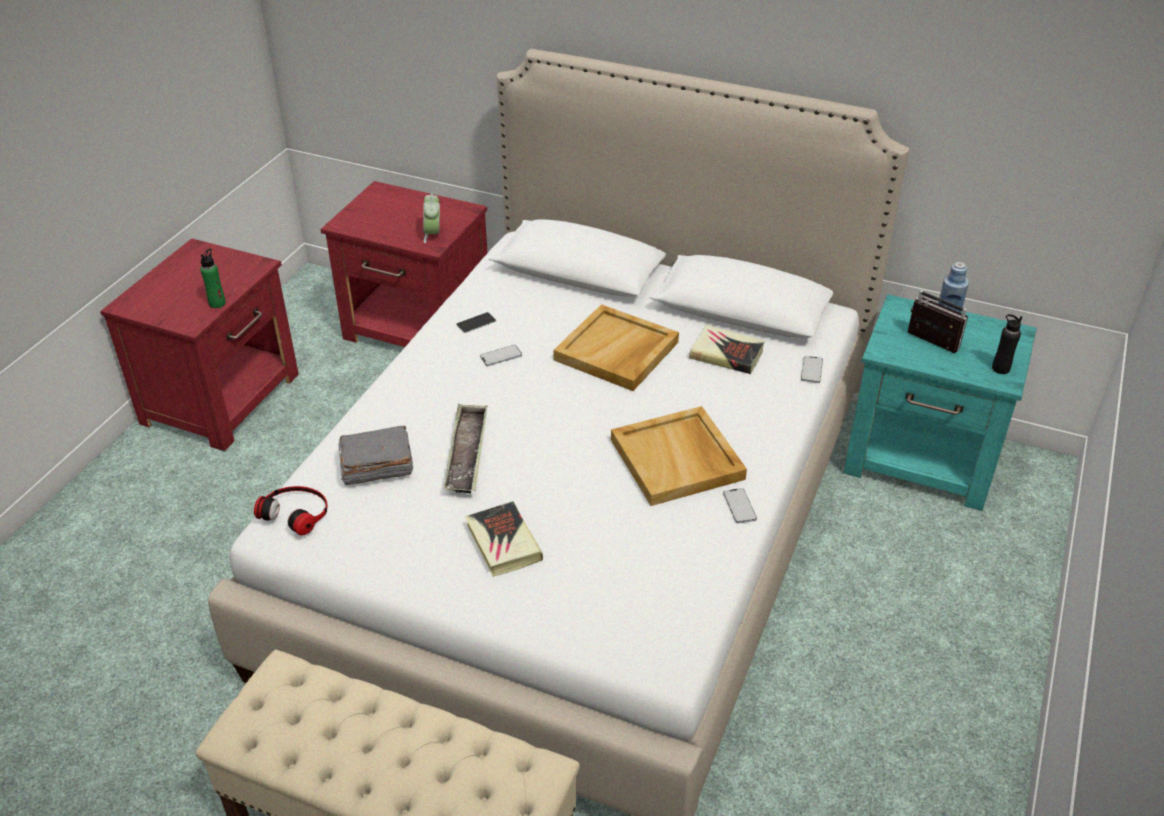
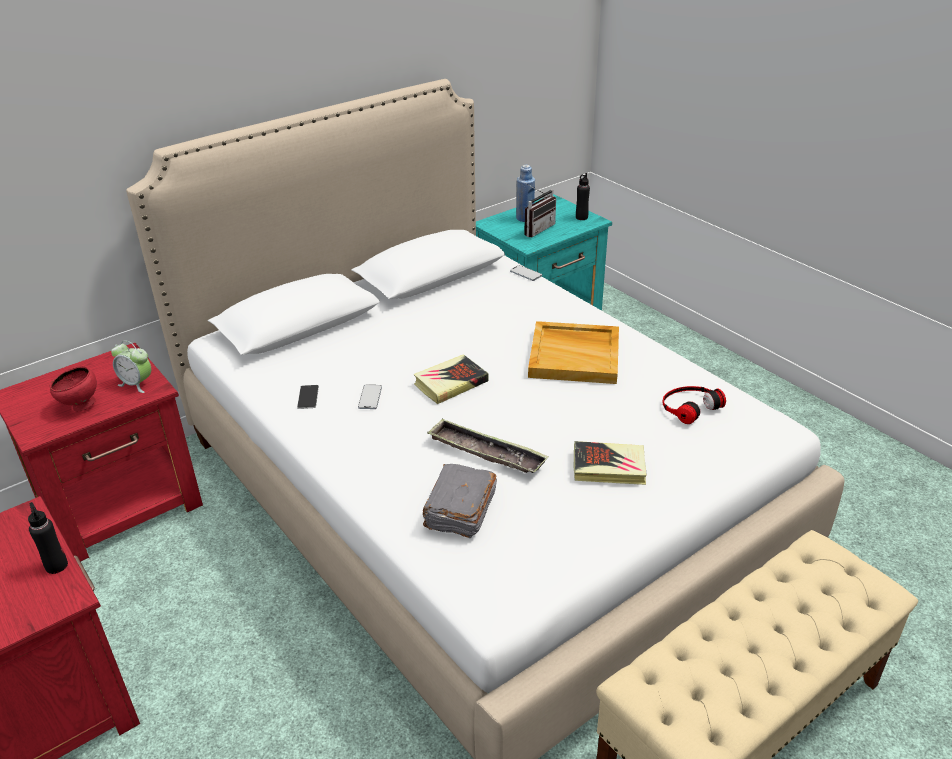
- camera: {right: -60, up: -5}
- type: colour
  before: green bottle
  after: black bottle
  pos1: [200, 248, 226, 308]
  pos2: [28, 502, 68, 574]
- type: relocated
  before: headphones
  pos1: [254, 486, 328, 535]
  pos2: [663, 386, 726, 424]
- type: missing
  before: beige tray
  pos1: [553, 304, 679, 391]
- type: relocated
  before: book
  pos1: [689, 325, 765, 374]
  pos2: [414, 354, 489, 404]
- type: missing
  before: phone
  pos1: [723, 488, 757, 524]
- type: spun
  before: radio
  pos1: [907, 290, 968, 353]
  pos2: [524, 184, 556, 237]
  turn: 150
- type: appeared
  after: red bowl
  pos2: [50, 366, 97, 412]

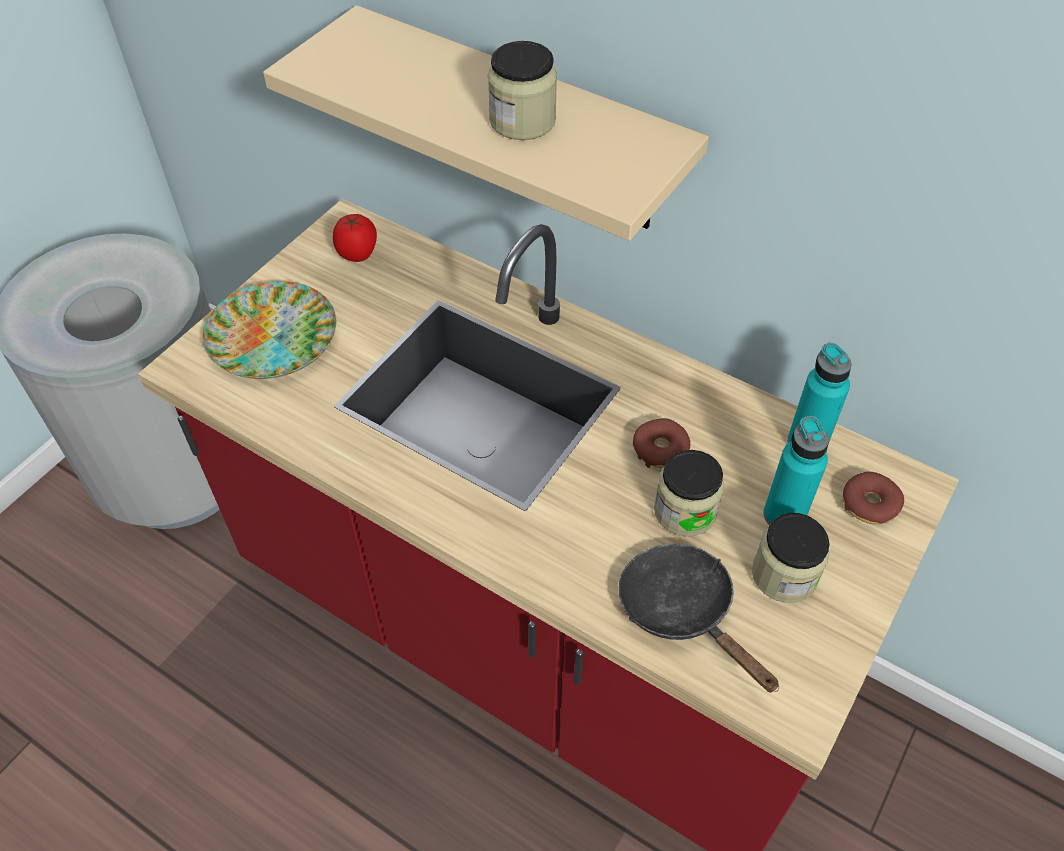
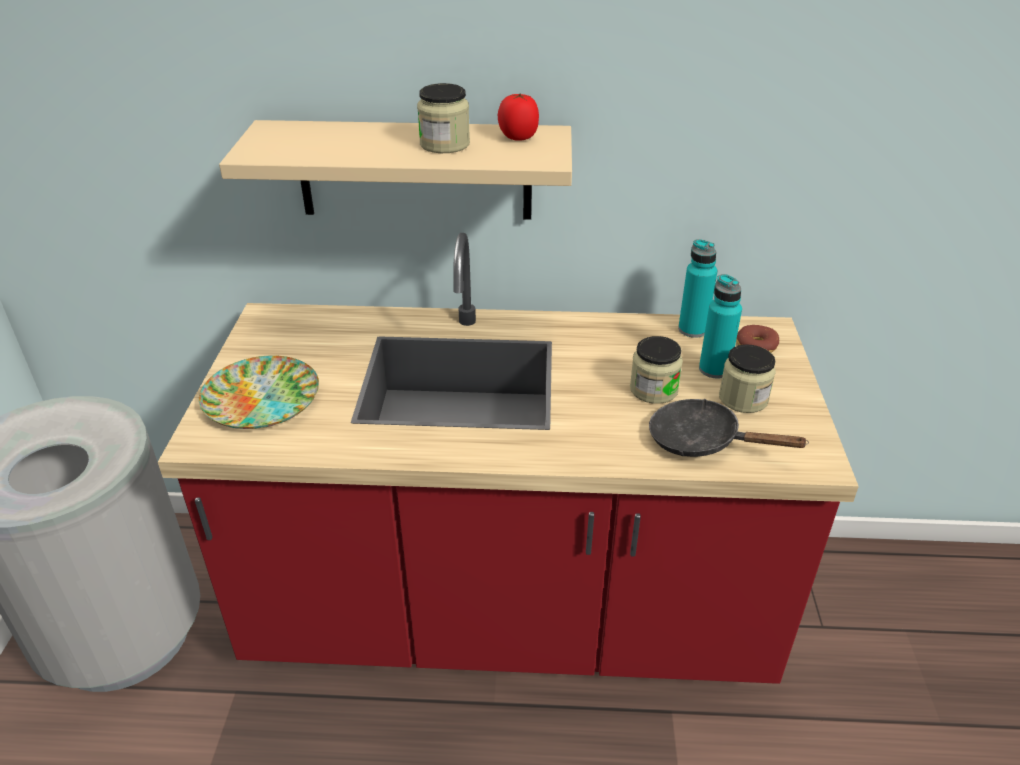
- camera: {right: -30, up: -15}
- type: relocated
  before: tomato
  pos1: [333, 214, 377, 262]
  pos2: [498, 94, 539, 141]
- type: missing
  before: donut
  pos1: [633, 418, 690, 468]

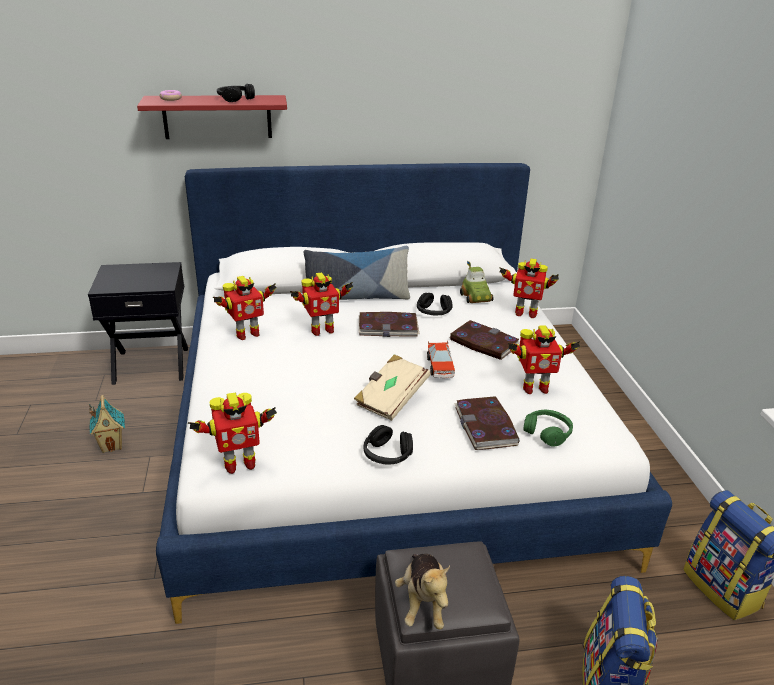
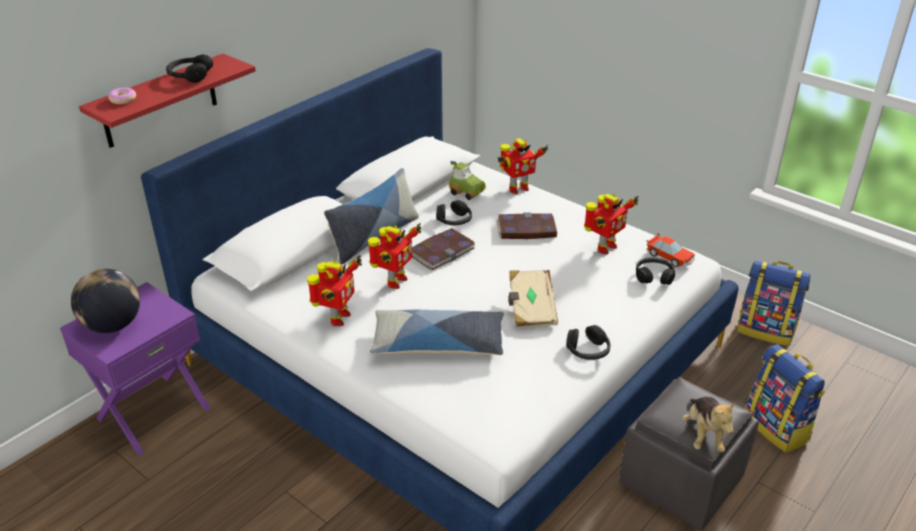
- camera: {right: -40, up: 5}
- type: colour
  before: black nightstand
  after: purple nightstand
  pos1: [88, 262, 188, 385]
  pos2: [60, 282, 211, 456]
- type: missing
  before: toy house
  pos1: [89, 395, 125, 453]
- type: missing
  before: toy robot
  pos1: [188, 393, 277, 474]
- type: spun
  before: plush toy
  pos1: [395, 554, 450, 629]
  pos2: [682, 396, 736, 452]
  turn: 45
- type: relocated
  before: toy car
  pos1: [427, 341, 455, 378]
  pos2: [647, 233, 695, 268]
- type: missing
  before: book
  pos1: [454, 396, 520, 450]
- type: colour
  before: green headphones
  after: black headphones
  pos1: [524, 410, 573, 447]
  pos2: [636, 257, 675, 285]
- type: appeared
  after: globe
  pos2: [71, 269, 140, 333]
- type: appeared
  after: pillow
  pos2: [370, 310, 504, 355]

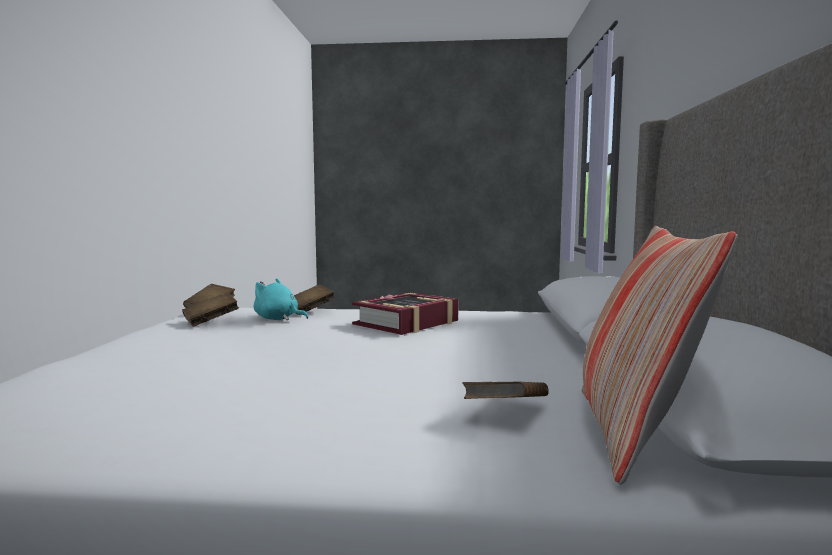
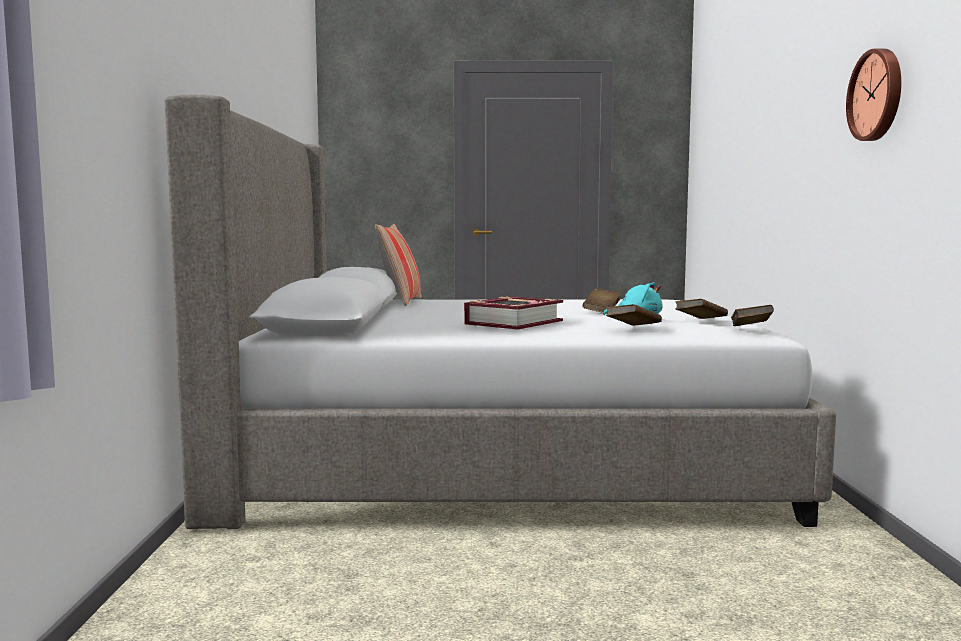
- camera: {right: 175, up: 0}
- type: relocated
  before: brown book
  pos1: [462, 381, 549, 399]
  pos2: [583, 288, 621, 314]
- type: appeared
  after: wall clock
  pos2: [846, 49, 901, 141]

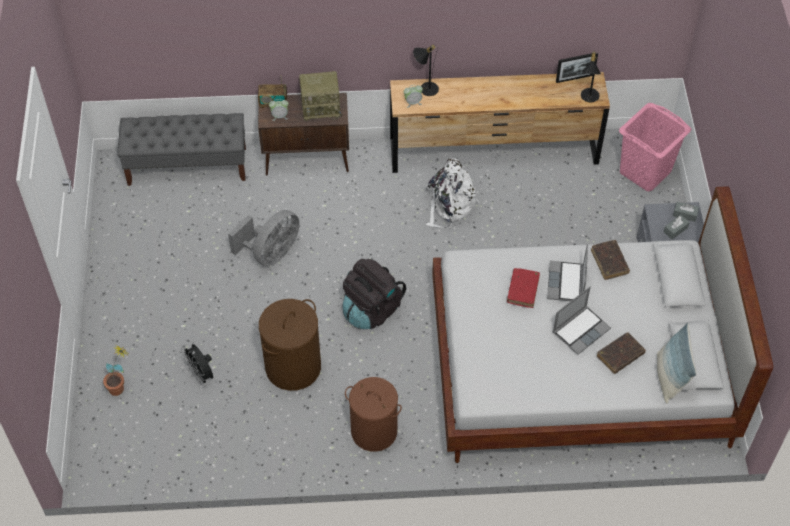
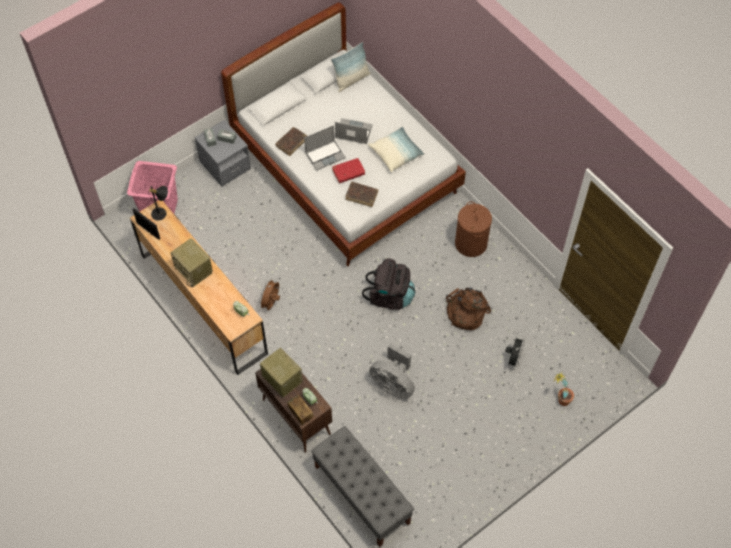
- camera: {right: -125, up: 5}
- type: spun
  before: grey fan
  pos1: [228, 210, 300, 266]
  pos2: [369, 343, 415, 399]
  turn: -150
- type: exchanged
  before: brown laundry basket
  after: brown backpack
  pos1: [259, 299, 321, 391]
  pos2: [446, 288, 491, 330]
- type: missing
  before: black table lamp
  pos1: [413, 45, 439, 96]
- type: exchanged
  before: white backpack
  after: brown fan
  pos1: [426, 158, 479, 228]
  pos2: [259, 278, 280, 310]
- type: relocated
  before: brown book
  pos1: [597, 332, 646, 374]
  pos2: [346, 182, 378, 207]
- type: appeared
  after: radio
  pos2: [170, 238, 213, 287]
- type: appeared
  after: pillow
  pos2: [368, 127, 424, 172]

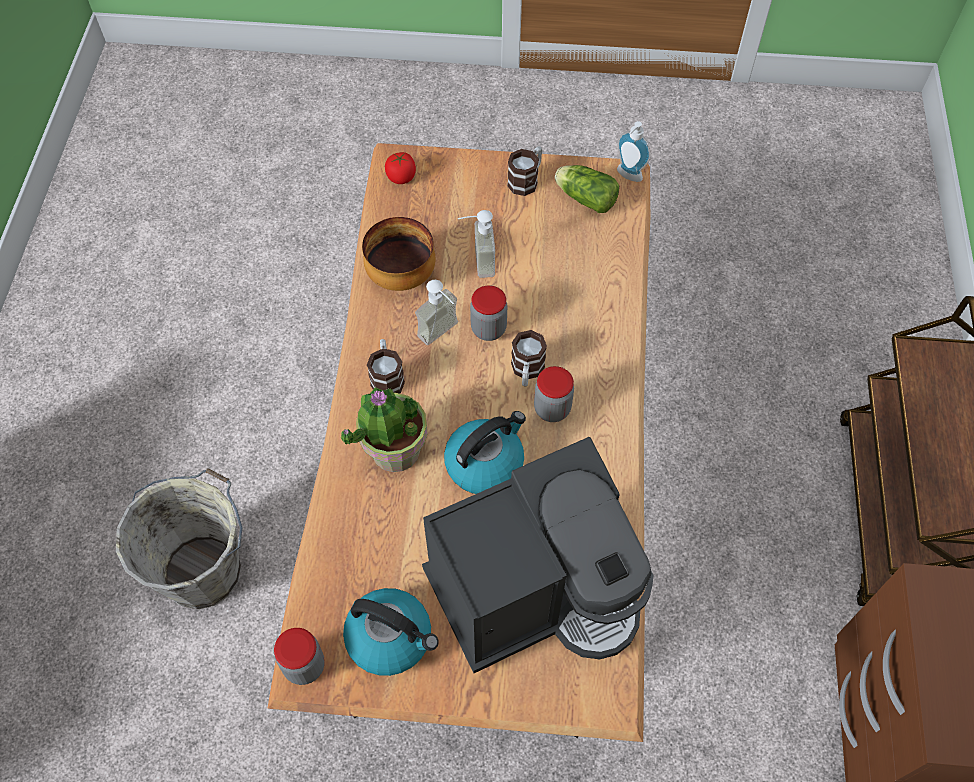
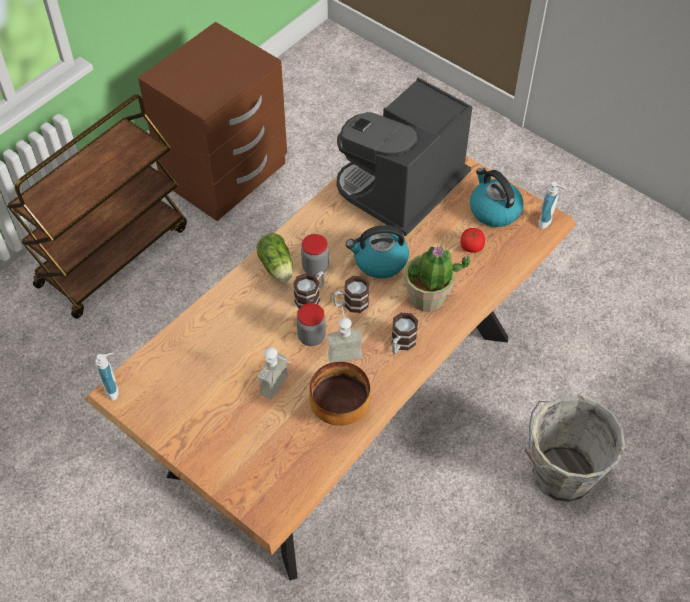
- camera: {right: -145, up: -5}
- type: exchanged
  before: jar
  after: soap dispenser
  pos1: [274, 628, 325, 685]
  pos2: [538, 182, 566, 229]
- type: relocated
  before: tomato
  pos1: [385, 152, 416, 184]
  pos2: [461, 228, 485, 253]
- type: spun
  before: coffee machine
  pos1: [422, 437, 654, 673]
  pos2: [337, 77, 472, 236]
  turn: -60
- type: relocated
  before: mug
  pos1: [507, 146, 542, 196]
  pos2: [333, 276, 369, 313]
- type: relocated
  before: lettuce
  pos1: [555, 165, 619, 213]
  pos2: [257, 233, 293, 283]

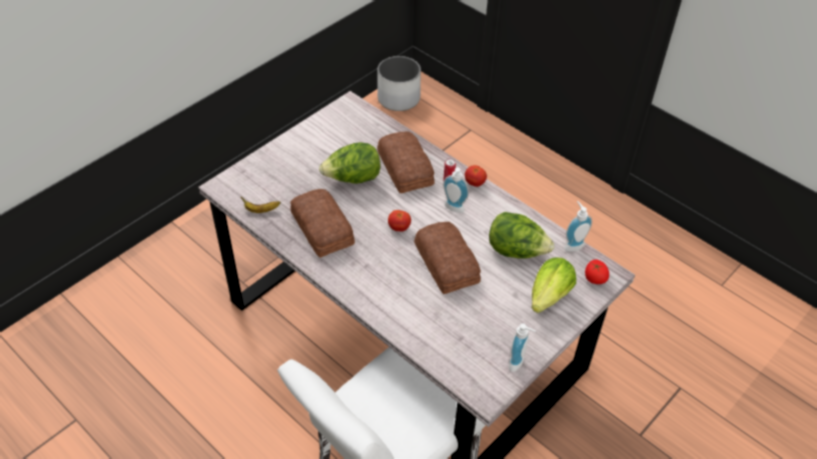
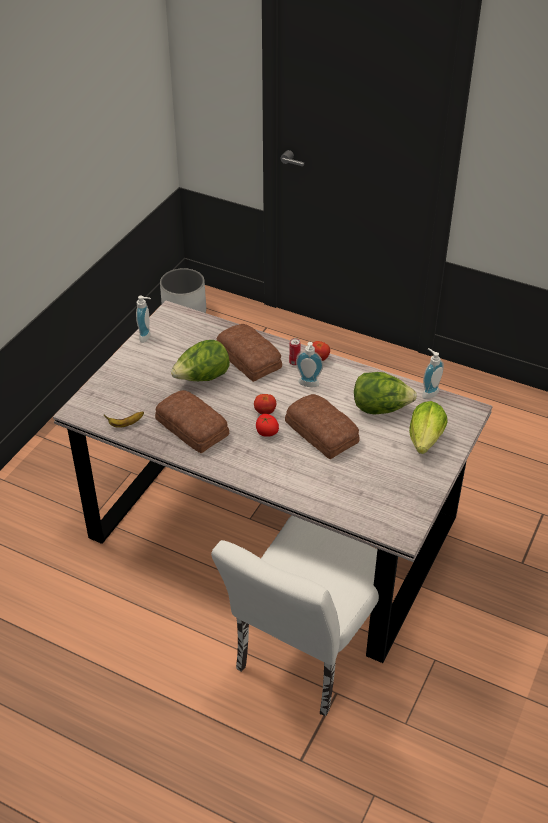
- camera: {right: -15, up: -5}
- type: relocated
  before: soap dispenser
  pos1: [509, 323, 536, 372]
  pos2: [136, 296, 151, 343]
- type: relocated
  before: tomato
  pos1: [585, 259, 609, 284]
  pos2: [256, 414, 279, 437]

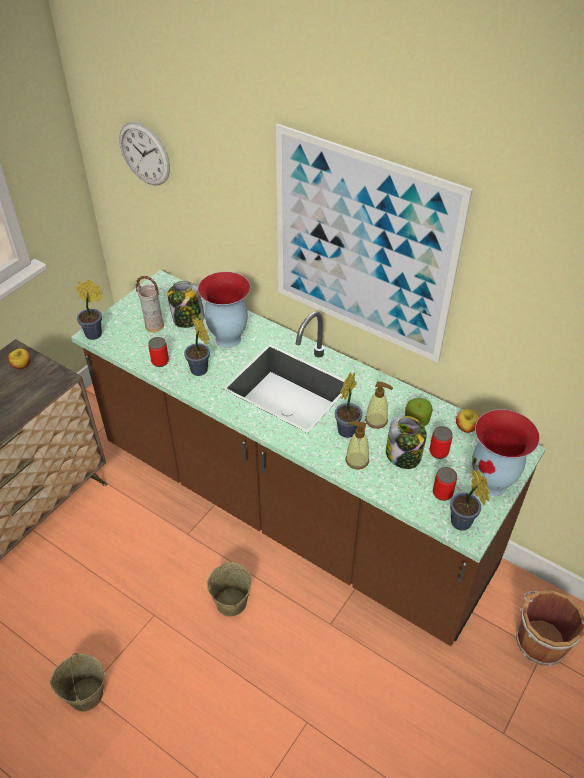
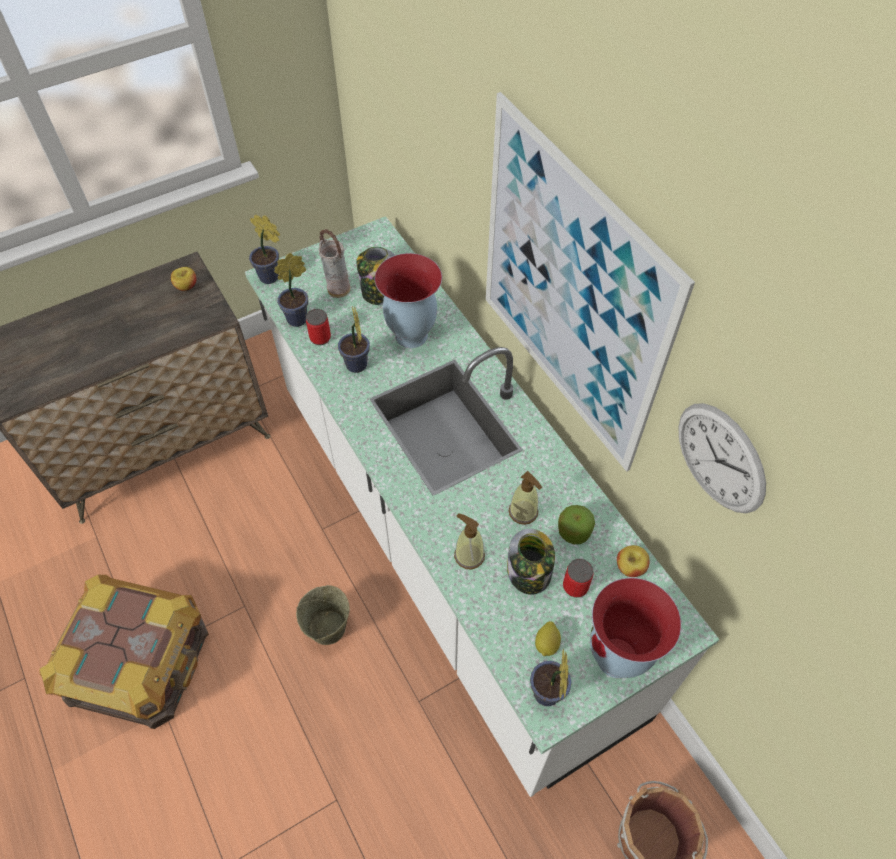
- camera: {right: 25, up: 10}
- type: exchanged
  before: beige bucket
  after: crate
  pos1: [50, 653, 105, 711]
  pos2: [39, 575, 209, 729]
- type: colour
  before: brown counter
  after: white counter
  pos1: [71, 270, 546, 646]
  pos2: [245, 216, 720, 797]
- type: relocated
  before: wall clock
  pos1: [119, 122, 170, 185]
  pos2: [678, 403, 766, 513]
- type: relocated
  before: potted plant
  pos1: [335, 372, 362, 438]
  pos2: [274, 253, 308, 327]
- type: exchanged
  before: can
  after: lemon
  pos1: [433, 467, 457, 501]
  pos2: [535, 621, 561, 656]

